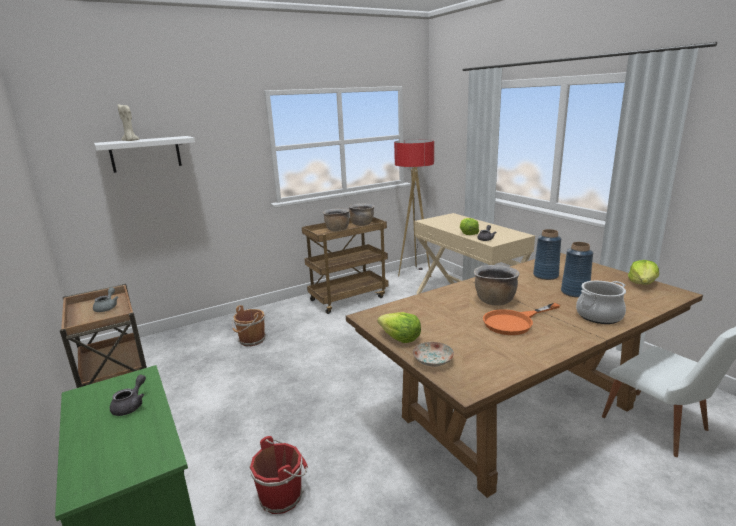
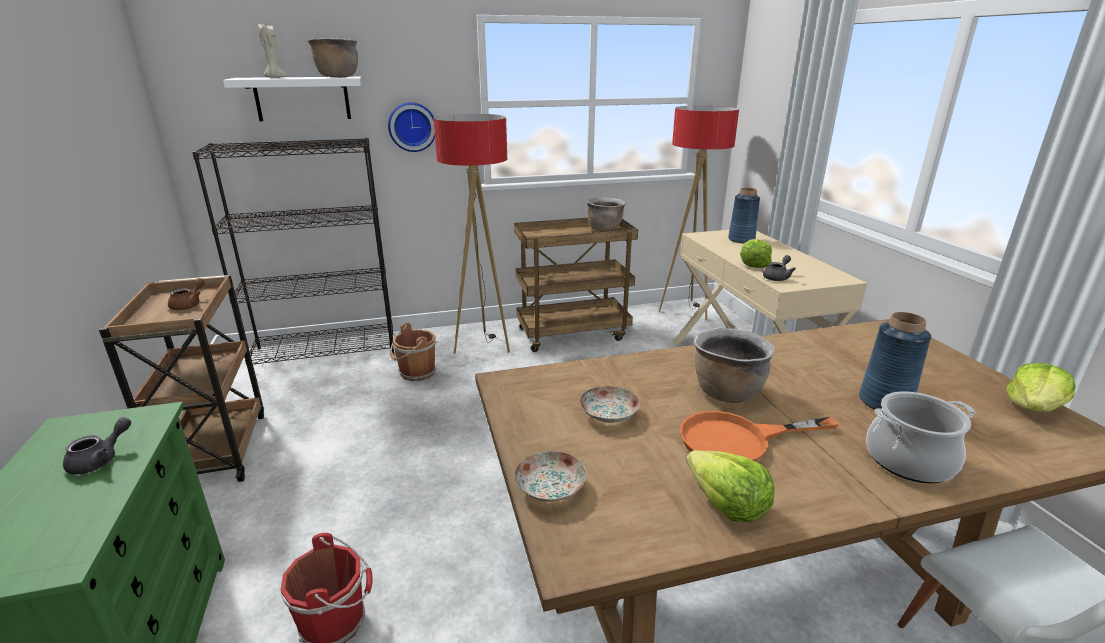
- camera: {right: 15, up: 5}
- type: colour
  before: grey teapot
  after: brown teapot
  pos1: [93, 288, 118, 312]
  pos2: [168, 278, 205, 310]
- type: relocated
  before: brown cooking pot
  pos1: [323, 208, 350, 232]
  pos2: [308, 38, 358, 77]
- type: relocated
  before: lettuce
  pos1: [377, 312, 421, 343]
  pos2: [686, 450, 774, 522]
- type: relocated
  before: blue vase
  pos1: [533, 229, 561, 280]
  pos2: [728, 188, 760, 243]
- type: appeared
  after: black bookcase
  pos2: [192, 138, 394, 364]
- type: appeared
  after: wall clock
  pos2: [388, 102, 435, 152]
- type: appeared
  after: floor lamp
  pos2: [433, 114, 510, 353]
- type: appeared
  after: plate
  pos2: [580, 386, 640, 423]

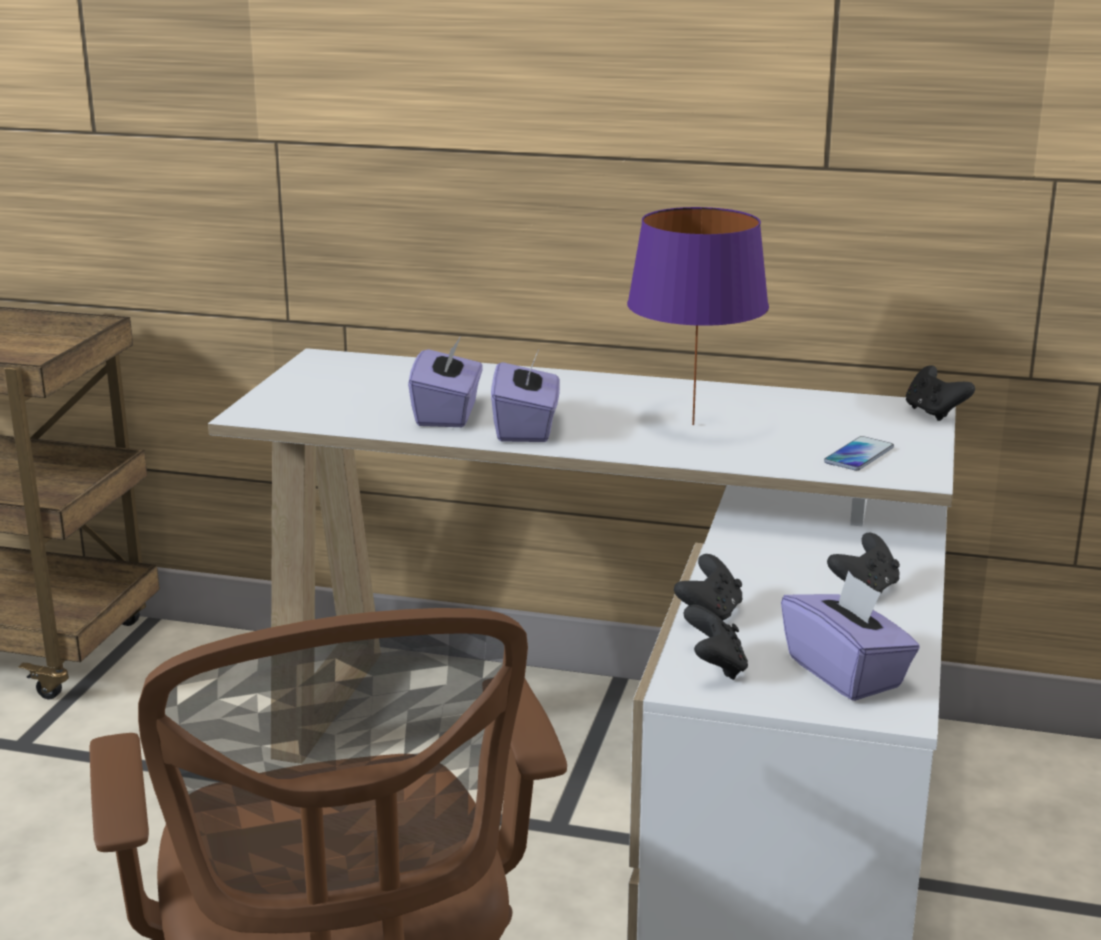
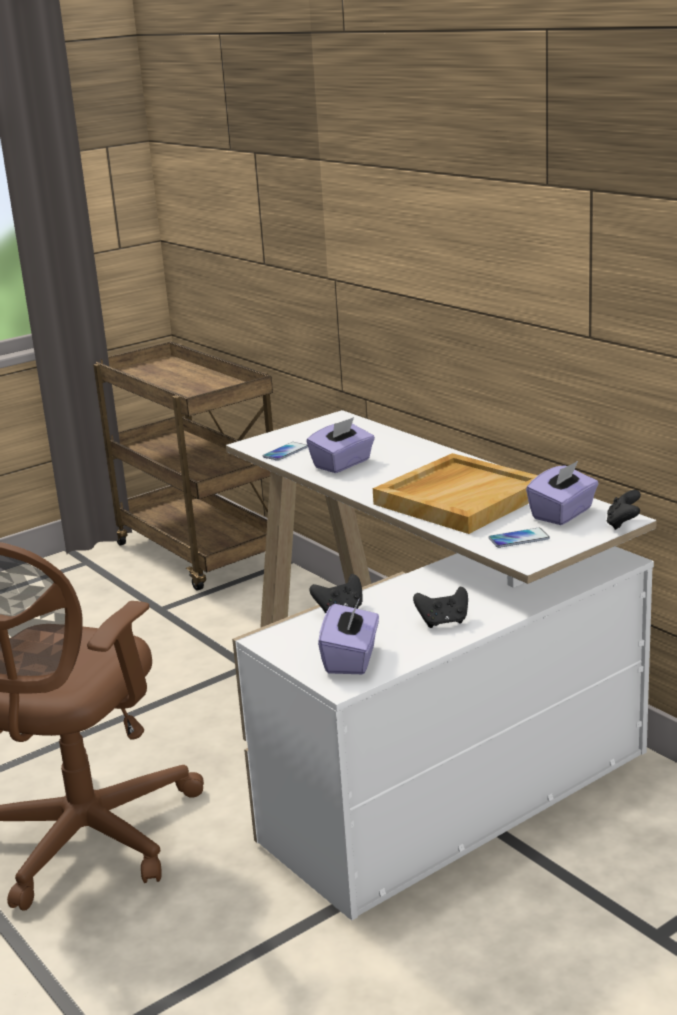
- camera: {right: 40, up: 0}
- type: relocated
  before: purple tissue box
  pos1: [491, 350, 560, 442]
  pos2: [526, 461, 599, 525]
- type: exchanged
  before: purple table lamp
  after: beige tray
  pos1: [627, 207, 769, 425]
  pos2: [373, 453, 538, 534]
- type: missing
  before: black game controller
  pos1: [684, 605, 748, 680]
- type: appeared
  after: phone
  pos2: [263, 442, 308, 461]

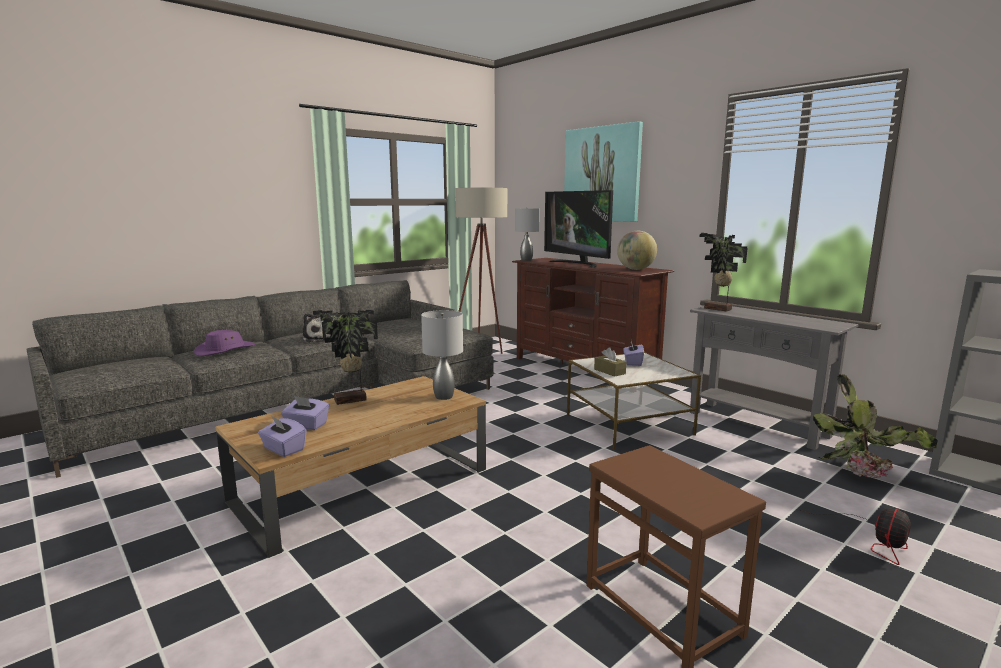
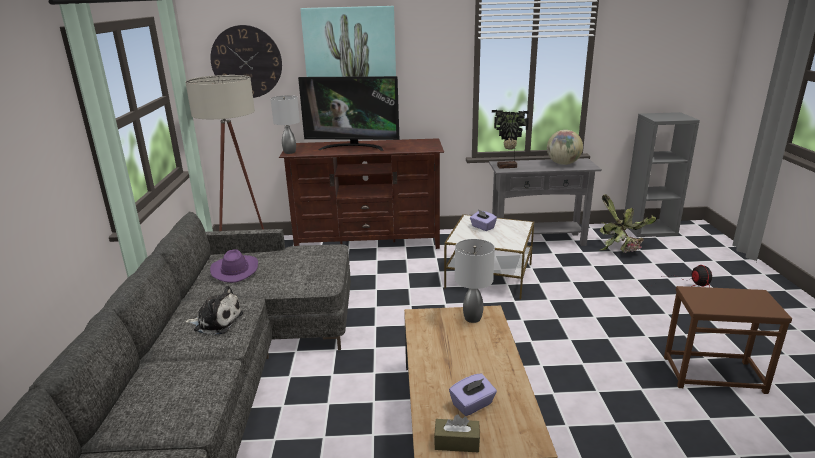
- camera: {right: -50, up: 10}
- type: relocated
  before: purple hat
  pos1: [194, 330, 255, 356]
  pos2: [210, 249, 258, 283]
- type: missing
  before: purple tissue box
  pos1: [258, 416, 307, 457]
- type: missing
  before: potted plant
  pos1: [313, 310, 378, 405]
- type: relocated
  before: brown tissue box
  pos1: [594, 347, 626, 377]
  pos2: [434, 414, 480, 452]
- type: relocated
  before: globe
  pos1: [617, 231, 657, 270]
  pos2: [547, 130, 583, 165]
- type: appeared
  after: wall clock
  pos2: [211, 25, 282, 98]

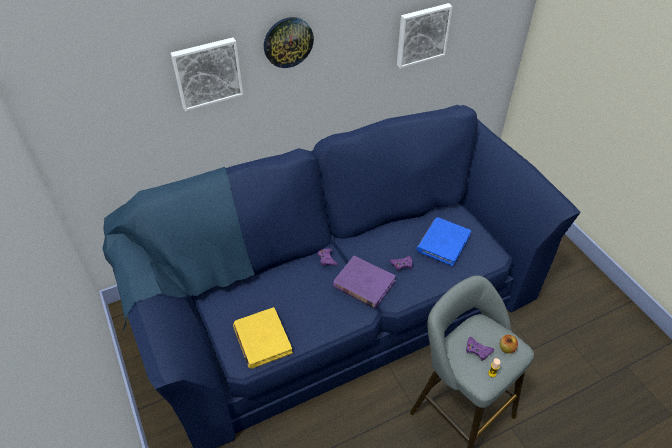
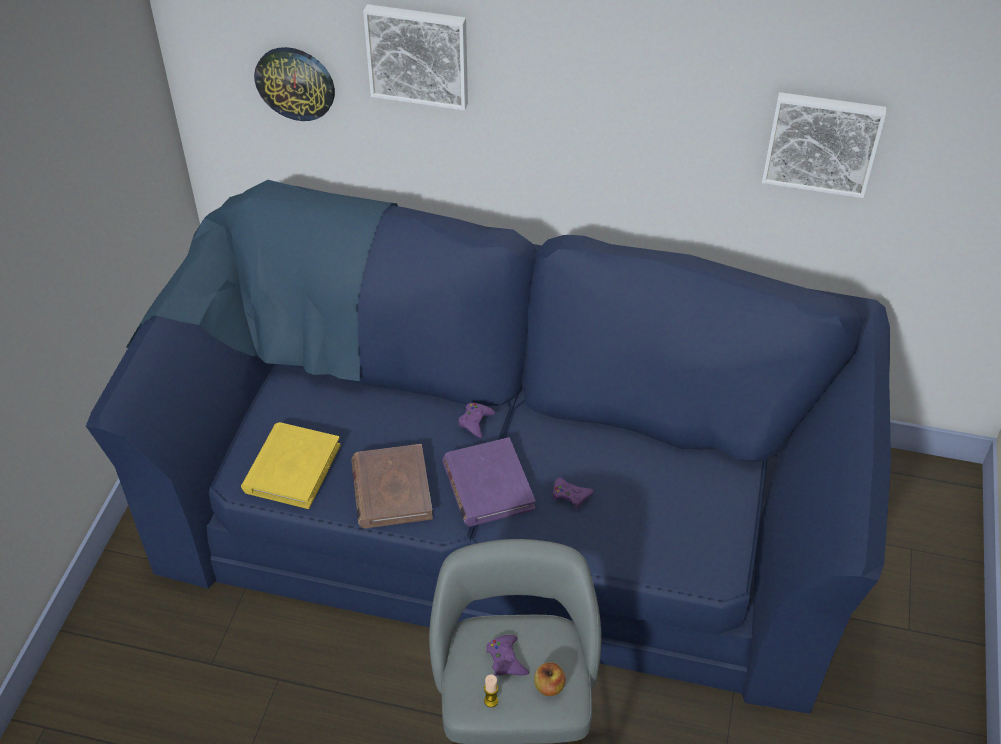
- camera: {right: 40, up: 0}
- type: relocated
  before: wall clock
  pos1: [264, 17, 314, 68]
  pos2: [254, 47, 335, 121]
- type: missing
  before: blue book
  pos1: [416, 217, 471, 266]
- type: appeared
  after: brown book
  pos2: [351, 444, 433, 528]

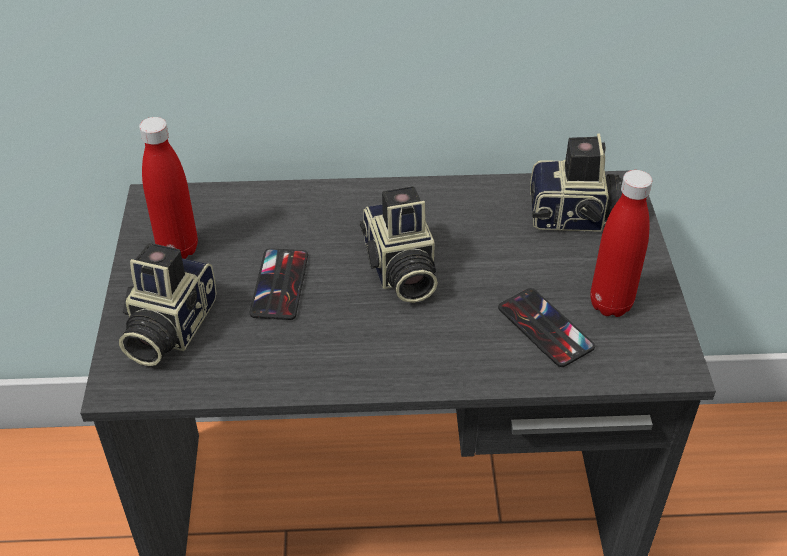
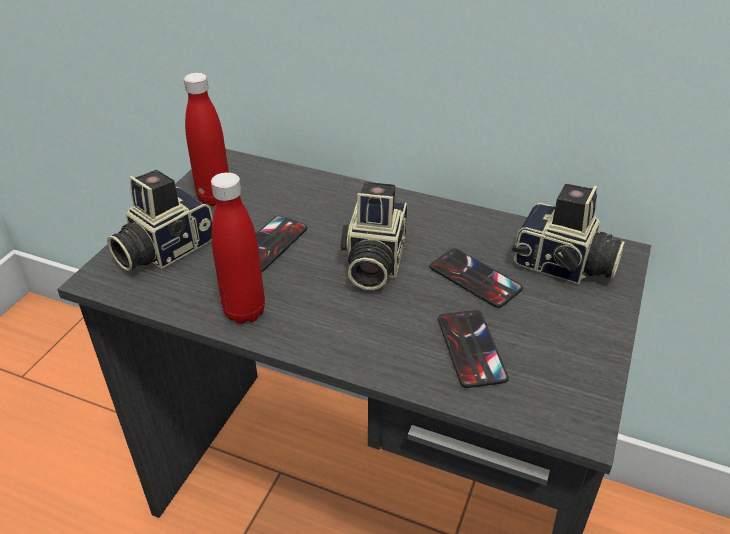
- camera: {right: 25, up: -5}
- type: relocated
  before: red bottle
  pos1: [590, 170, 652, 317]
  pos2: [211, 172, 265, 324]
- type: appeared
  after: phone
  pos2: [430, 248, 523, 308]

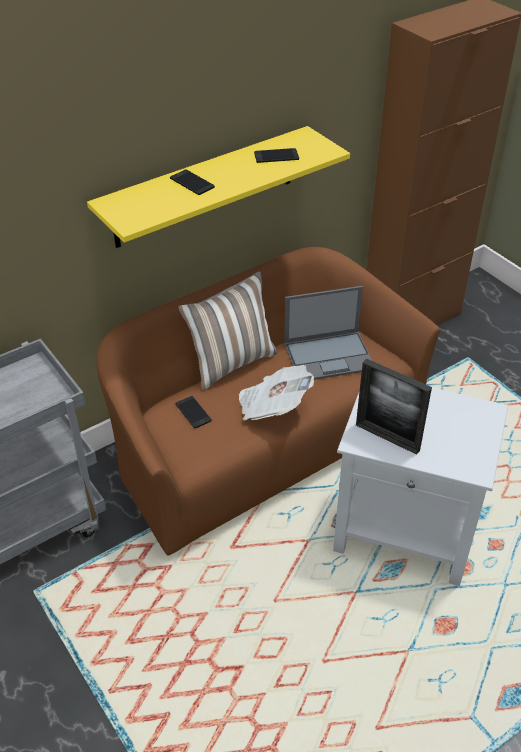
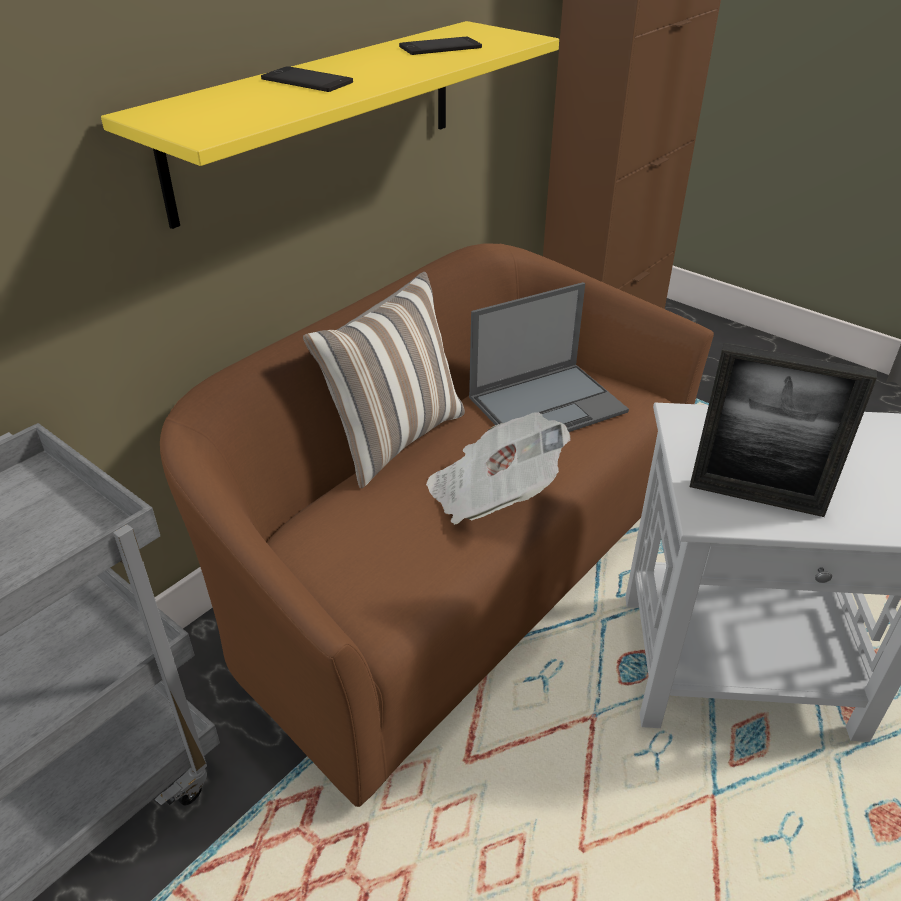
- camera: {right: -15, up: -5}
- type: missing
  before: phone
  pos1: [175, 396, 212, 428]

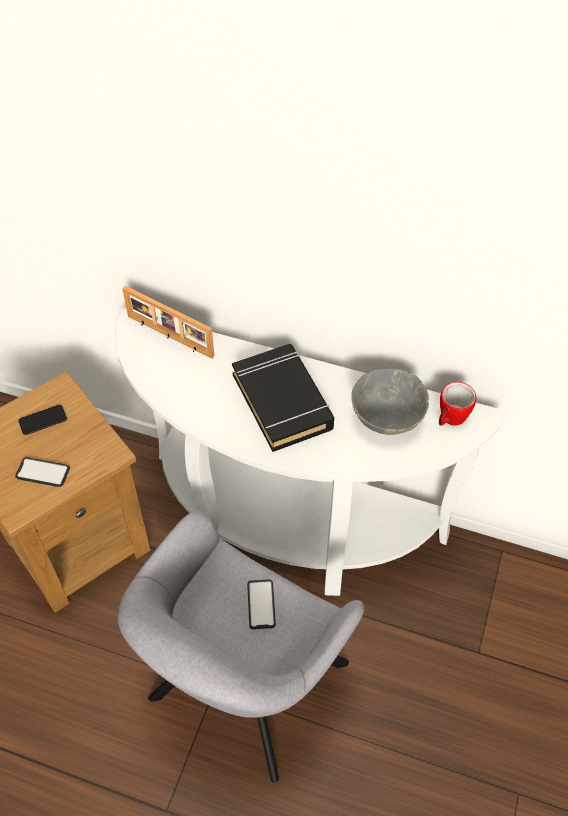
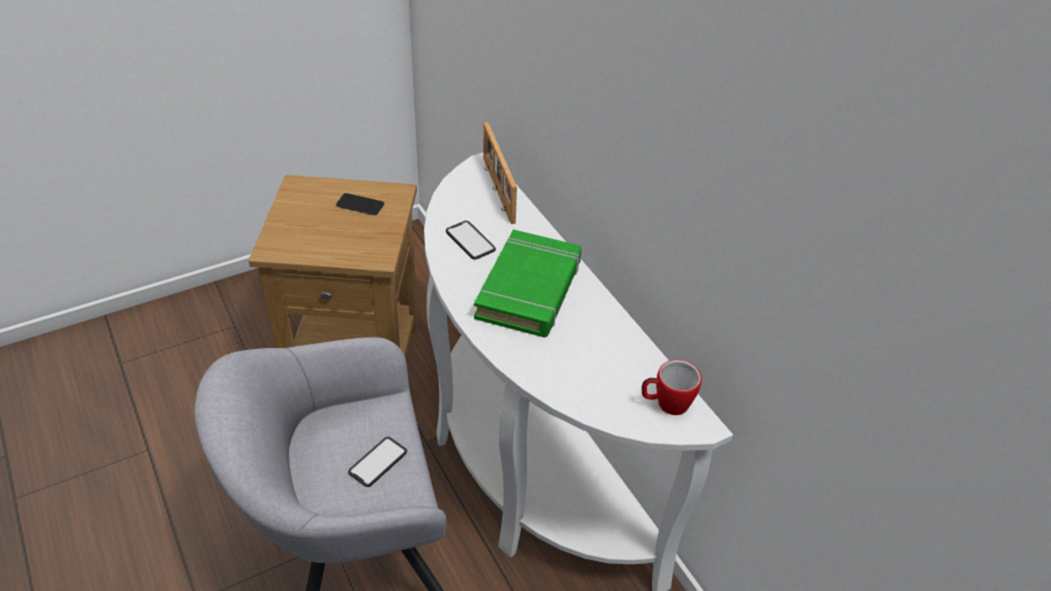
- camera: {right: 40, up: -10}
- type: relocated
  before: phone
  pos1: [15, 457, 70, 487]
  pos2: [446, 221, 496, 260]
- type: colour
  before: black book
  after: green book
  pos1: [232, 344, 334, 452]
  pos2: [474, 229, 582, 337]
- type: missing
  before: grey bowl
  pos1: [351, 369, 429, 435]

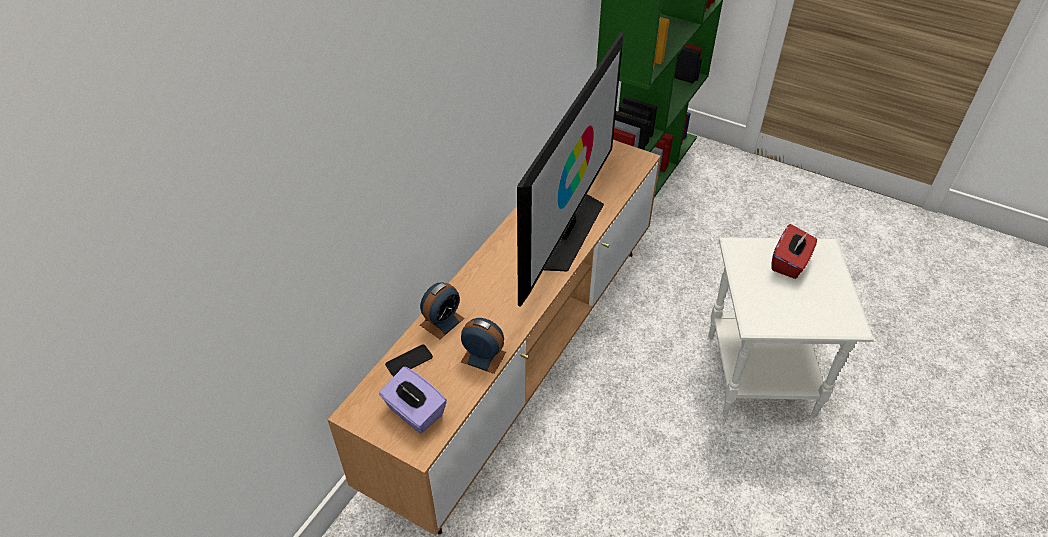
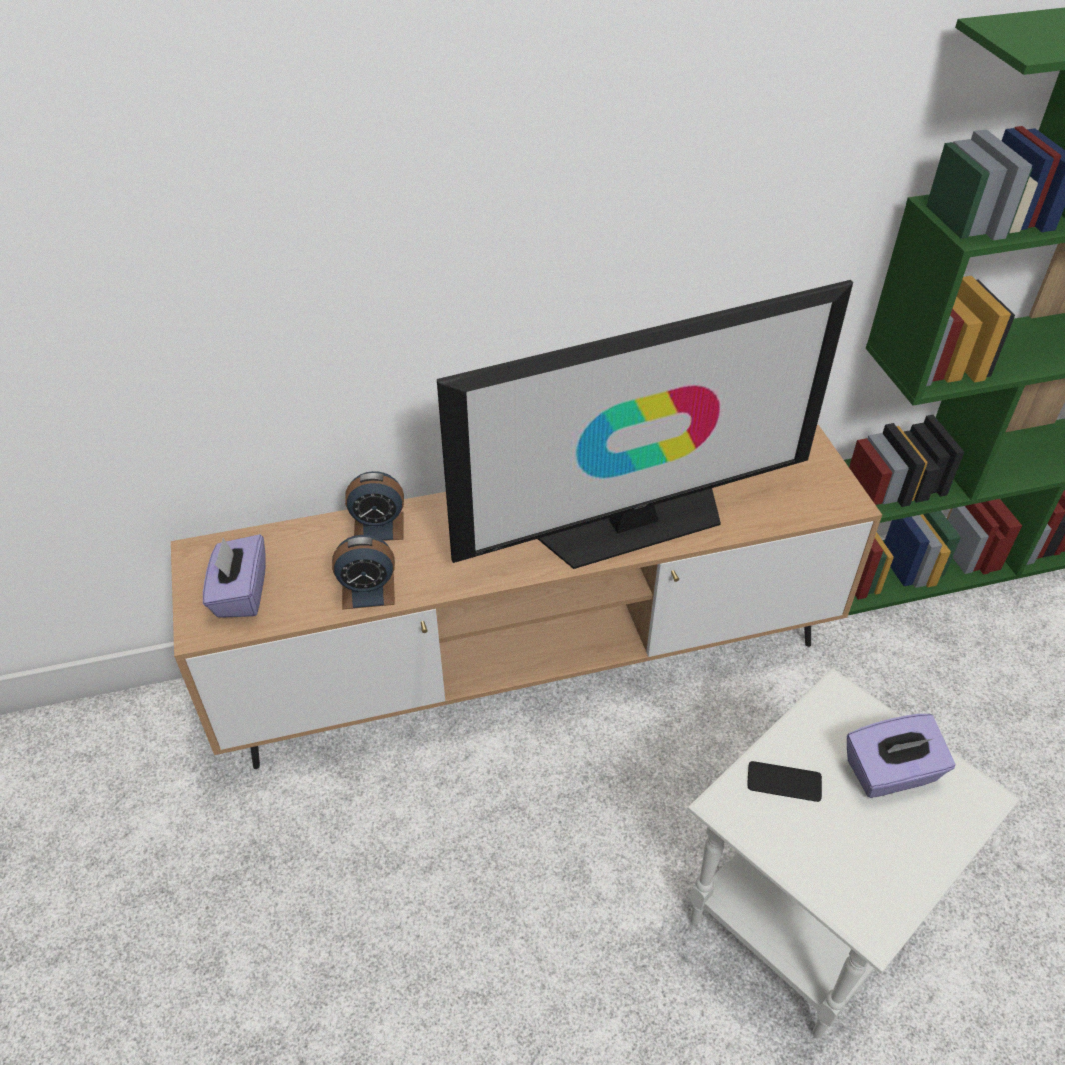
- camera: {right: 45, up: 0}
- type: relocated
  before: phone
  pos1: [385, 344, 433, 377]
  pos2: [747, 761, 822, 802]
- type: spun
  before: alarm clock
  pos1: [461, 318, 506, 374]
  pos2: [332, 535, 395, 610]
  turn: 105
- type: colour
  before: red tissue box
  after: purple tissue box
  pos1: [772, 224, 817, 279]
  pos2: [847, 714, 956, 798]

